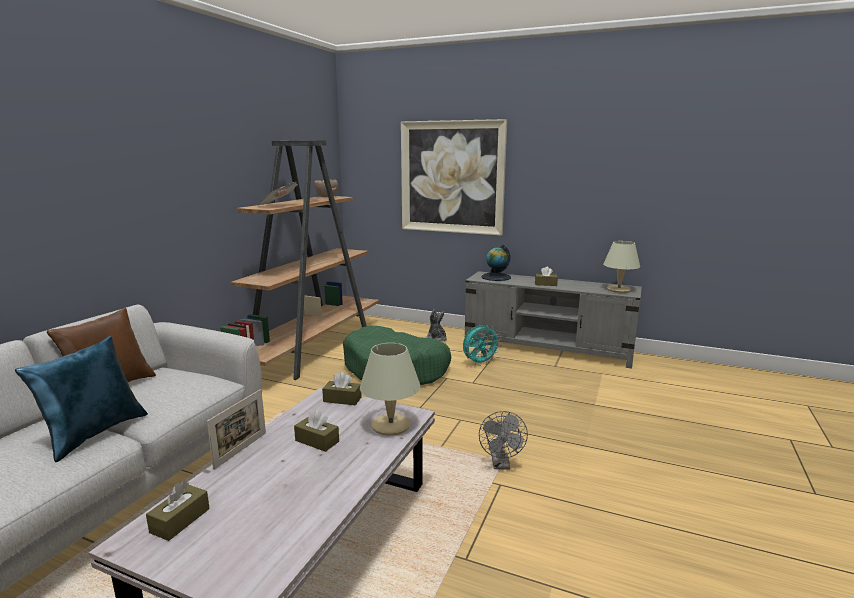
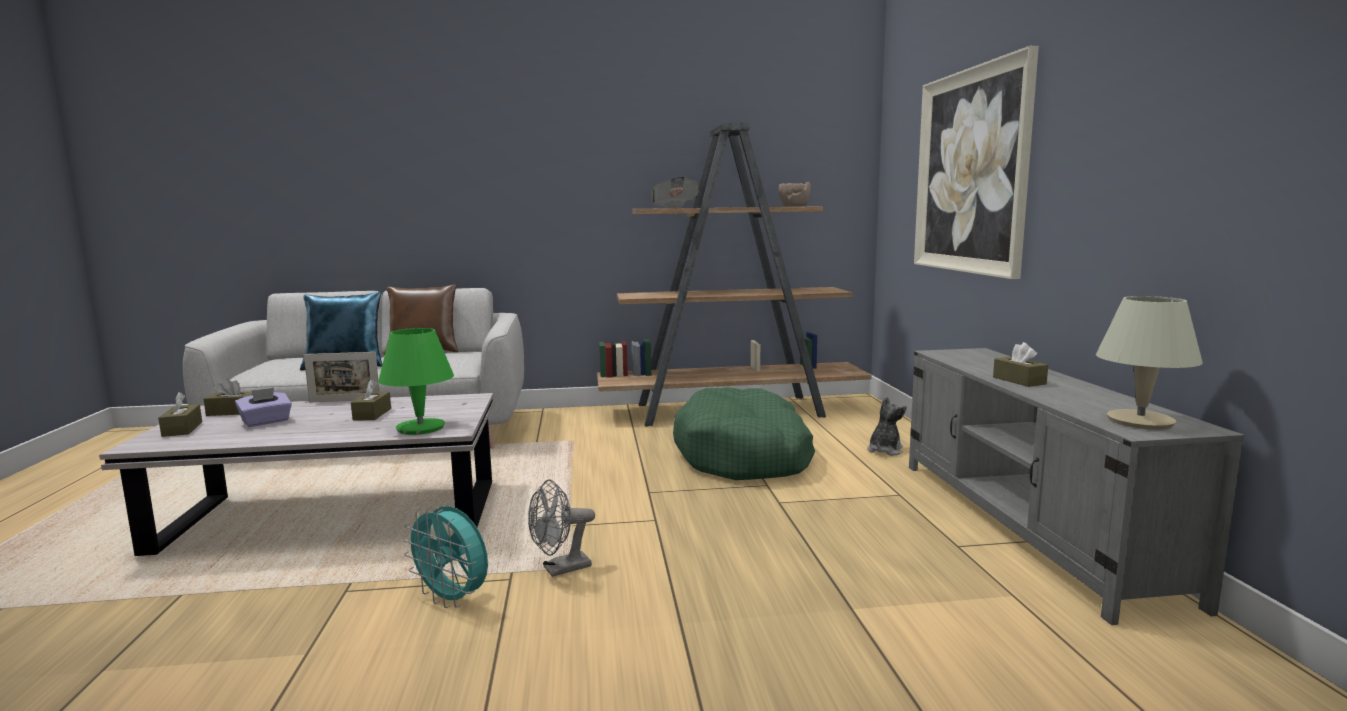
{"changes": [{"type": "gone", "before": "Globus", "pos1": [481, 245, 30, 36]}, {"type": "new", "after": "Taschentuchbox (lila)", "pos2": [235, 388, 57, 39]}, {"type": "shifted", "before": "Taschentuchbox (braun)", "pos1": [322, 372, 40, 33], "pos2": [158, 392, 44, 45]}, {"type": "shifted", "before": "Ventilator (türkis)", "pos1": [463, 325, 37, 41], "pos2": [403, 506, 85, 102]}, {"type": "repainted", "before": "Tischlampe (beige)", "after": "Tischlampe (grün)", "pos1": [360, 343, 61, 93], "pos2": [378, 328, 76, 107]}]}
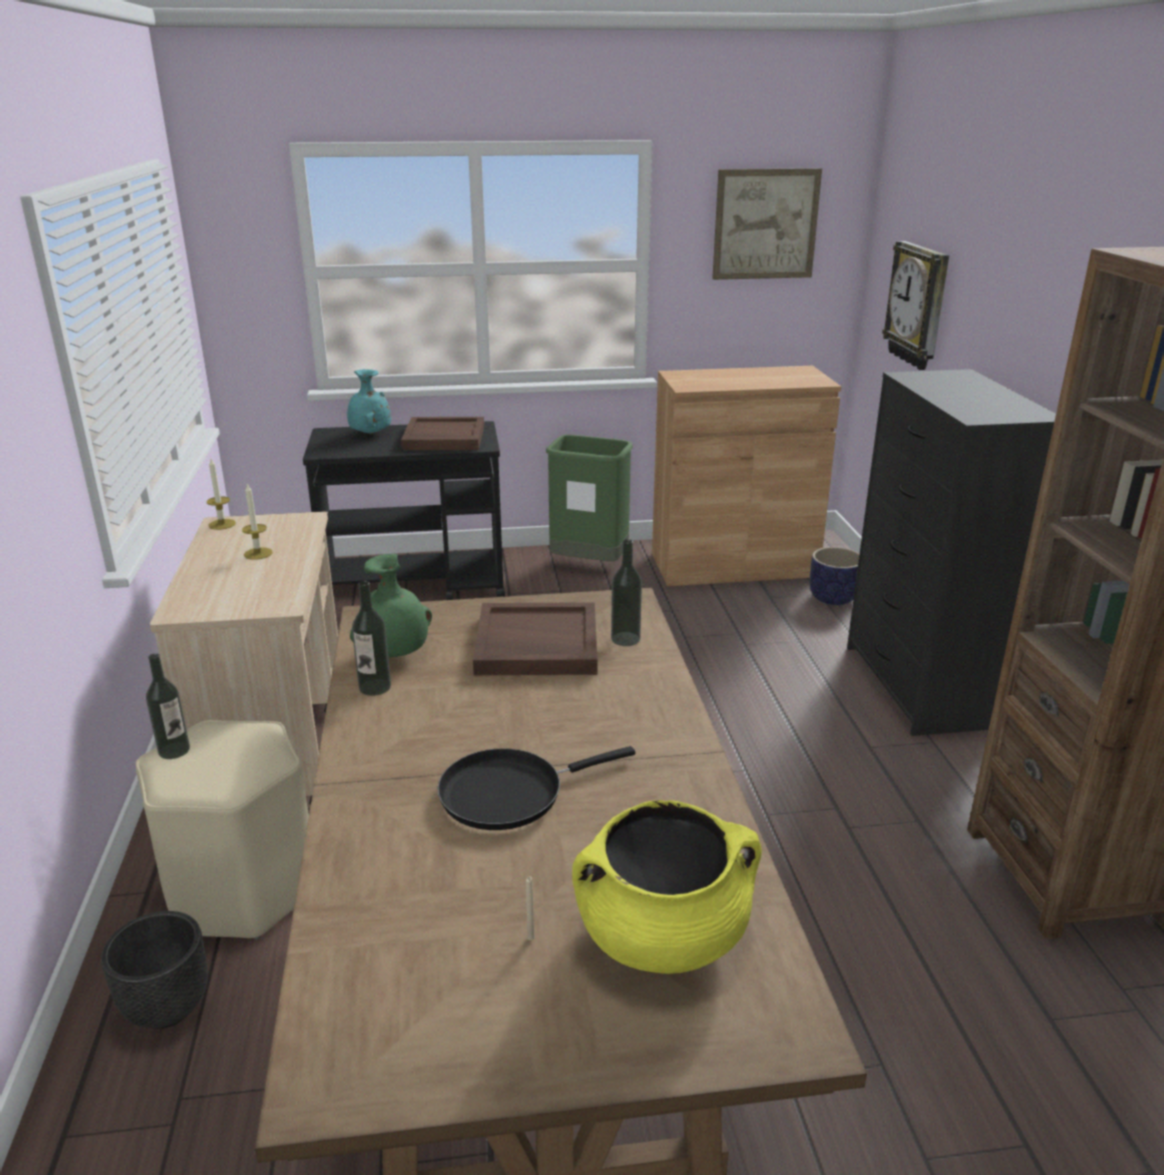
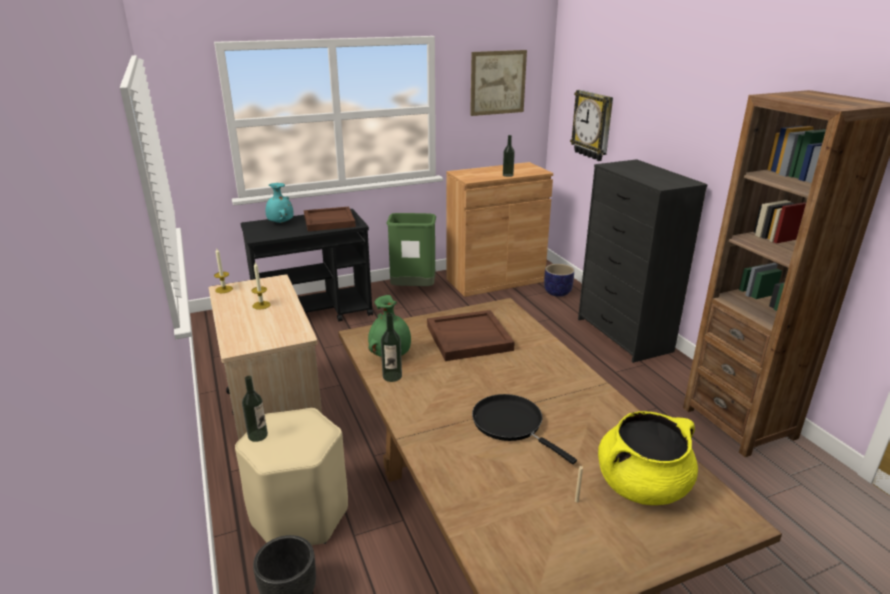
{"changes": [{"type": "shifted", "before": "Flasche", "pos1": [611, 539, 31, 107], "pos2": [503, 135, 12, 42]}, {"type": "rotated", "before": "Pfanne (schwarz)", "pos1": [437, 746, 199, 84], "pos2": [472, 394, 105, 70], "turn": 90}]}
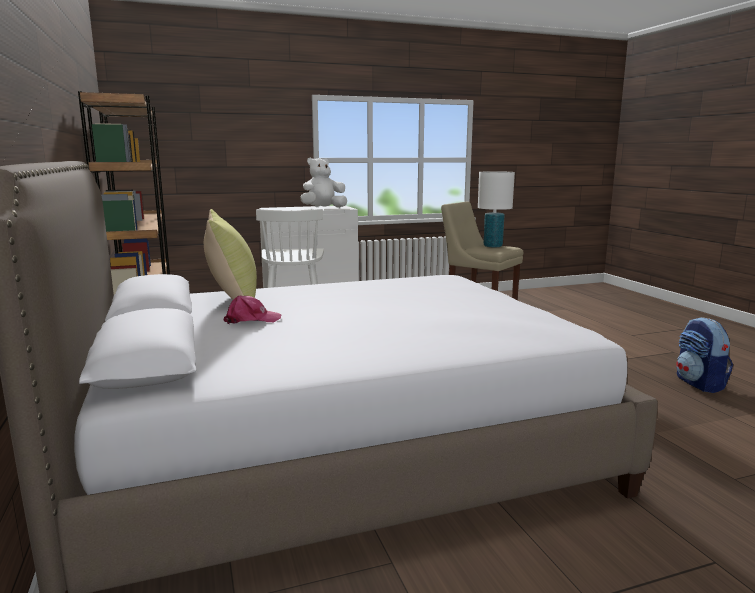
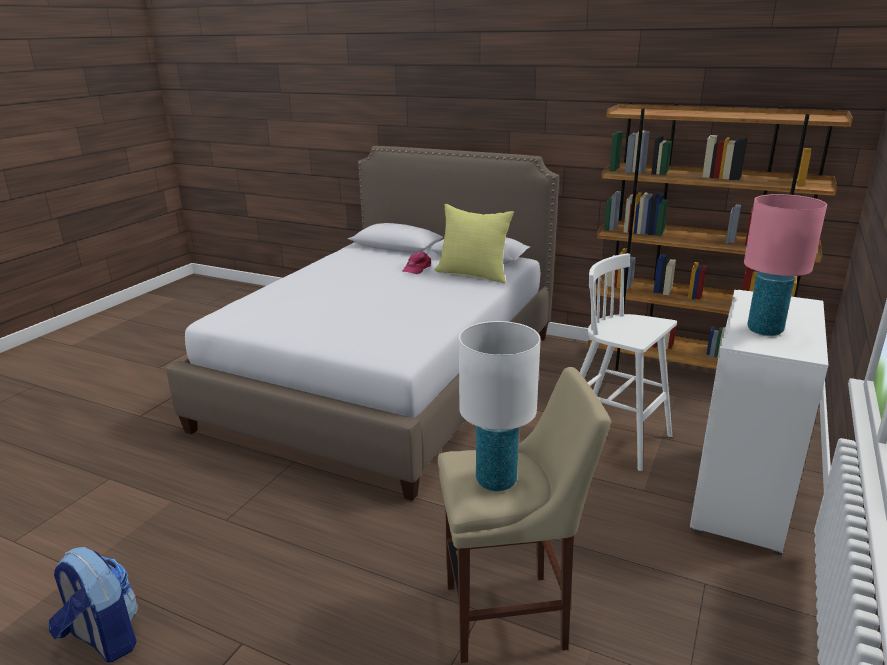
{"changes": [{"type": "swapped", "before": "Plüschtier (weiß)", "after": "Tischlampe (rosa)", "pos1": [300, 157, 47, 51], "pos2": [744, 194, 83, 142]}]}
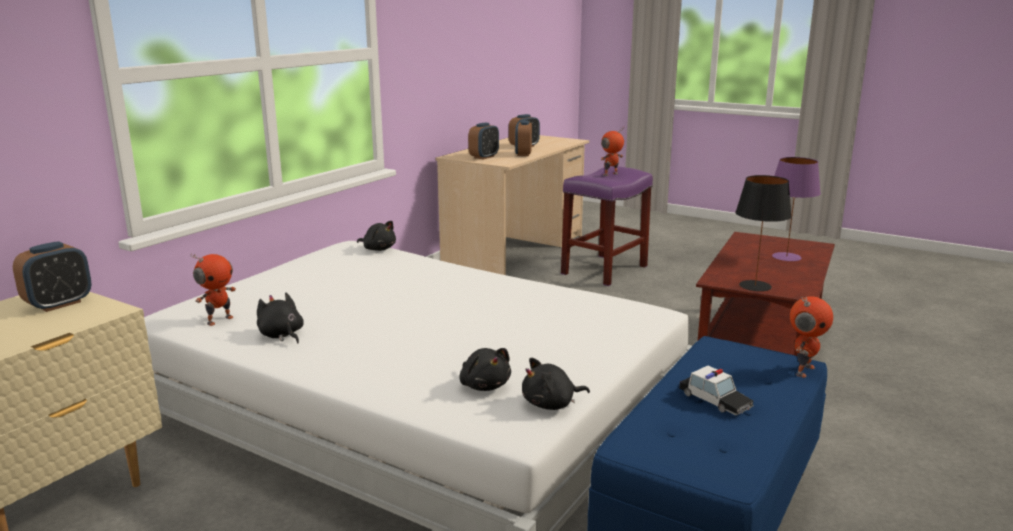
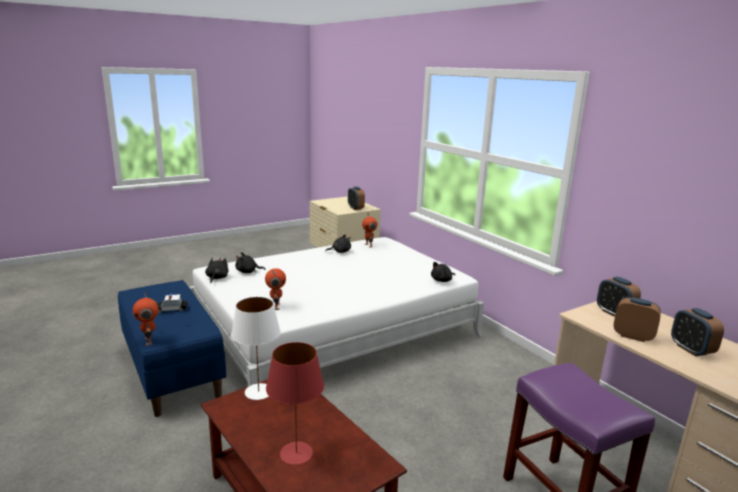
{"changes": [{"type": "shifted", "before": "Spielzeugroboter", "pos1": [601, 127, 23, 49], "pos2": [265, 268, 21, 42]}, {"type": "repainted", "before": "Tischlampe (schwarz)", "after": "Tischlampe (weiß)", "pos1": [735, 175, 57, 116], "pos2": [231, 297, 50, 103]}, {"type": "repainted", "before": "Tischlampe (lila)", "after": "Tischlampe (rot)", "pos1": [772, 157, 49, 104], "pos2": [266, 342, 58, 123]}]}
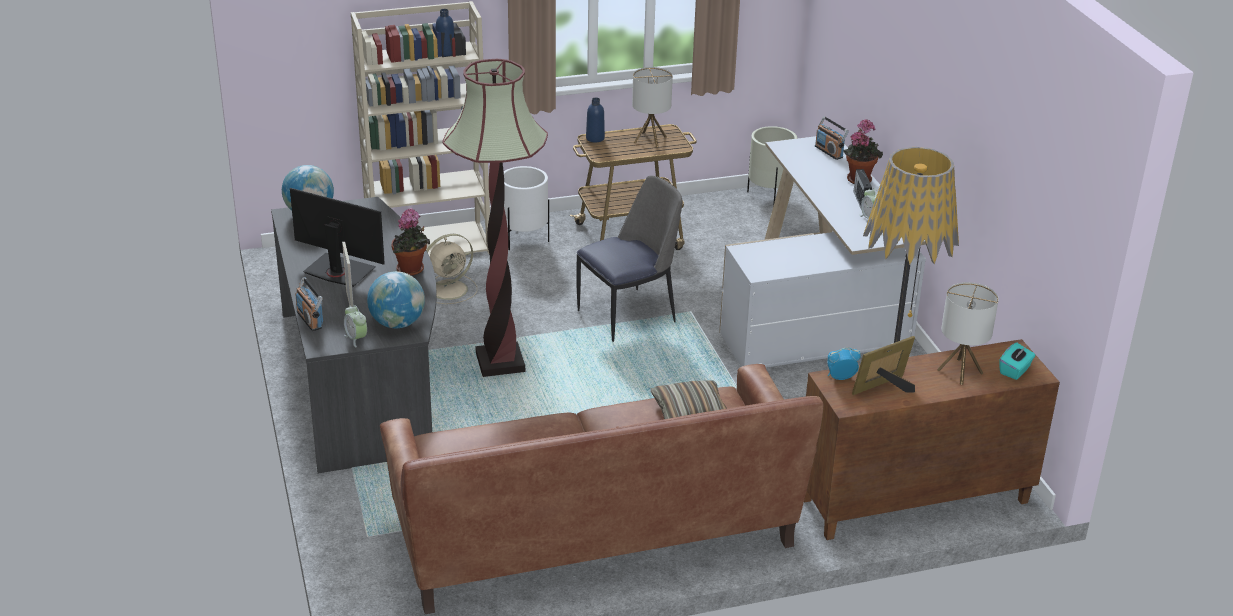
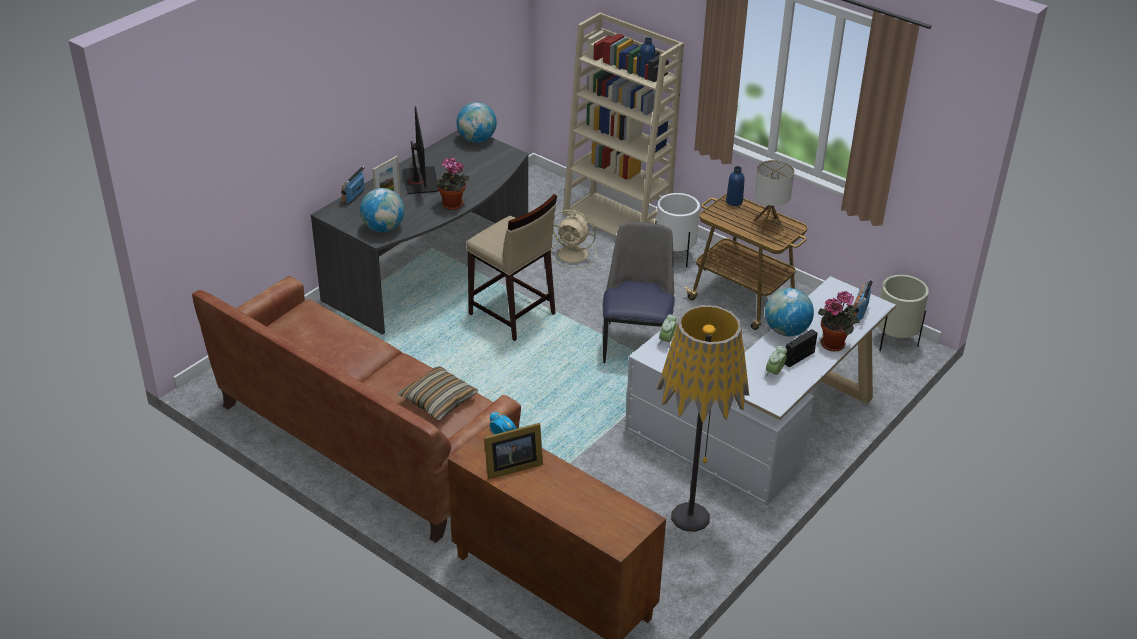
{"changes": [{"type": "gone", "before": "Tischlampe", "pos1": [937, 282, 62, 103]}, {"type": "gone", "before": "Taschentuchbox (türkis)", "pos1": [999, 343, 37, 37]}, {"type": "new", "after": "Globus", "pos2": [765, 288, 49, 48]}, {"type": "shifted", "before": "Wecker", "pos1": [344, 305, 23, 42], "pos2": [658, 314, 19, 32]}, {"type": "swapped", "before": "Stehlampe", "after": "Hocker (beige)", "pos1": [442, 59, 106, 318], "pos2": [466, 194, 91, 147]}, {"type": "rotated", "before": "Stuhl", "pos1": [576, 176, 107, 166], "pos2": [603, 222, 72, 141], "turn": -105}, {"type": "rotated", "before": "Bilderrahmen", "pos1": [852, 336, 63, 59], "pos2": [484, 423, 59, 56], "turn": 135}]}
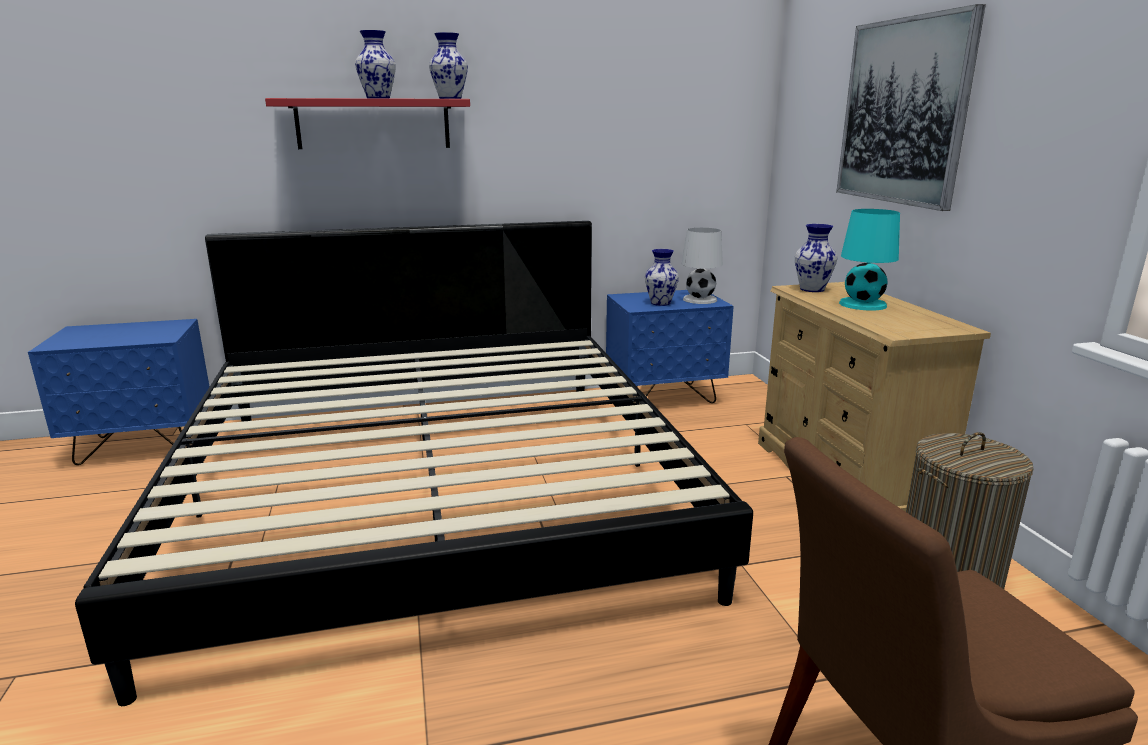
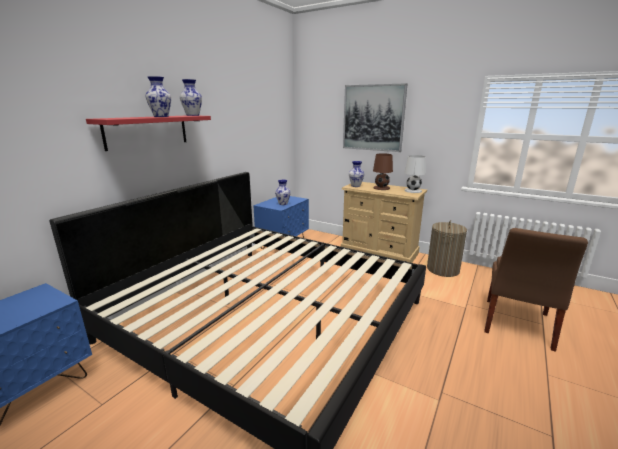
{"changes": [{"type": "shifted", "before": "Tischlampe (weiß)", "pos1": [682, 228, 41, 76], "pos2": [404, 155, 22, 38]}, {"type": "repainted", "before": "Tischlampe (türkis)", "after": "Tischlampe (braun)", "pos1": [839, 209, 61, 102], "pos2": [373, 154, 20, 36]}]}
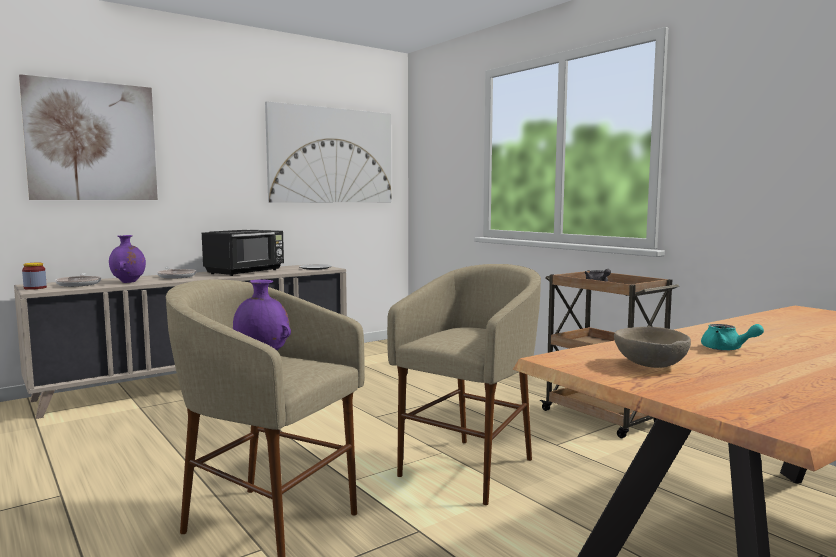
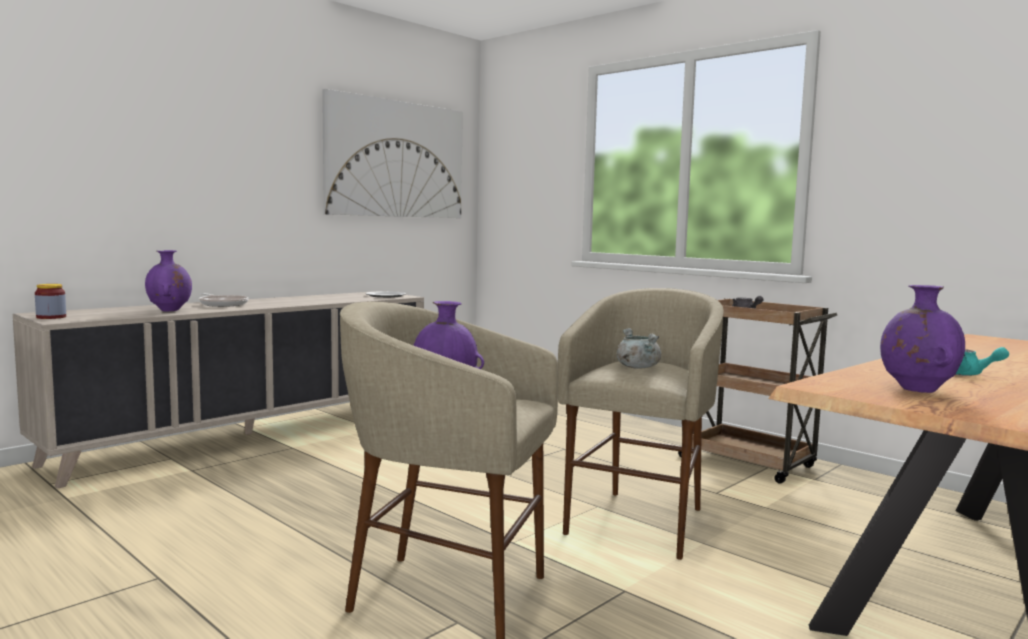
{"changes": [{"type": "gone", "before": "Bild", "pos1": [19, 74, 139, 126]}, {"type": "gone", "before": "Pfanne", "pos1": [55, 273, 46, 14]}, {"type": "gone", "before": "Mikrowelle (schwarz)", "pos1": [202, 230, 82, 46]}, {"type": "new", "after": "Kochtopf (grau)", "pos2": [617, 328, 44, 41]}, {"type": "swapped", "before": "Schüssel (beige)", "after": "Vase (lila)", "pos1": [614, 327, 77, 41], "pos2": [880, 285, 85, 108]}]}
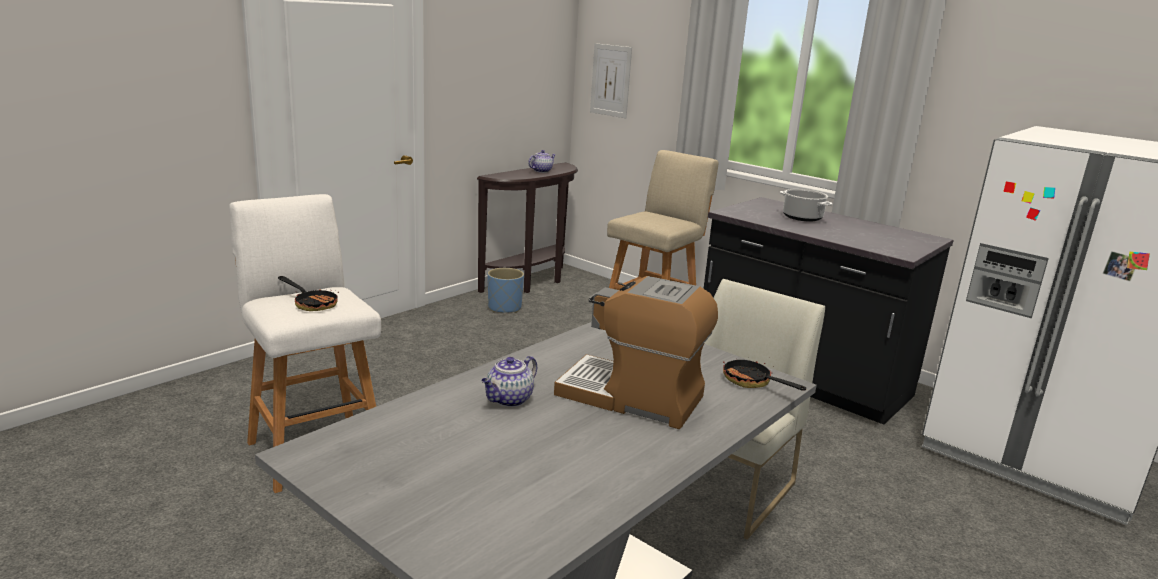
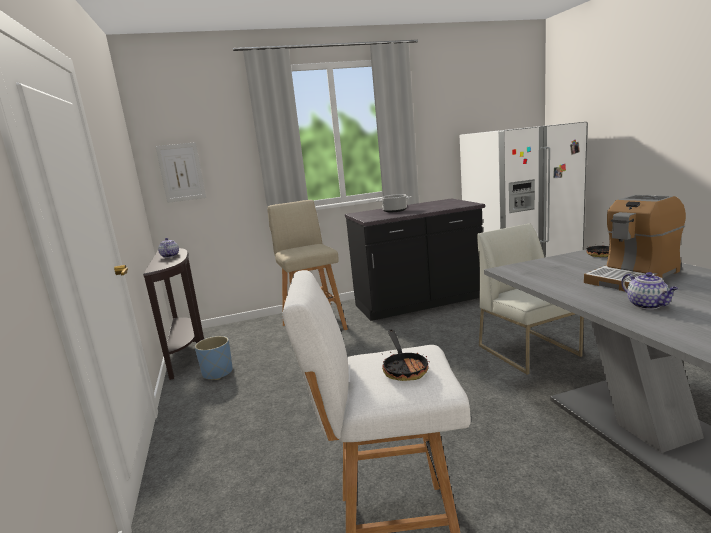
{"changes": [{"type": "rotated", "before": "Pfanne", "pos1": [278, 276, 61, 35], "pos2": [382, 329, 48, 52], "turn": 105}]}
